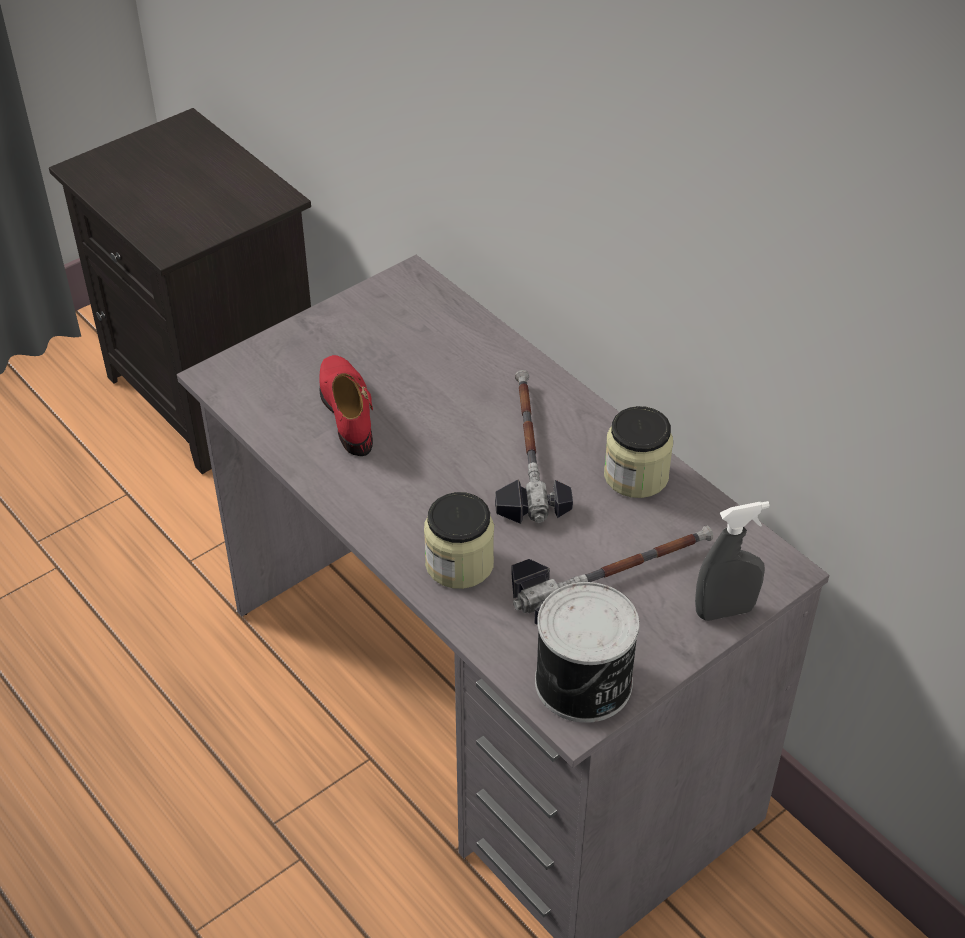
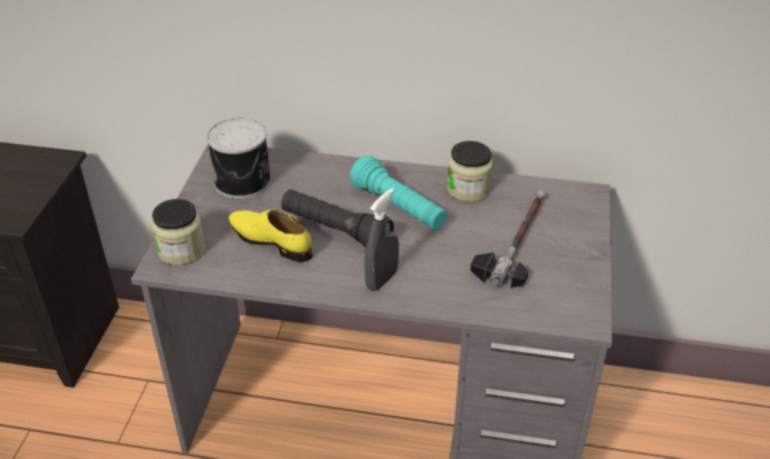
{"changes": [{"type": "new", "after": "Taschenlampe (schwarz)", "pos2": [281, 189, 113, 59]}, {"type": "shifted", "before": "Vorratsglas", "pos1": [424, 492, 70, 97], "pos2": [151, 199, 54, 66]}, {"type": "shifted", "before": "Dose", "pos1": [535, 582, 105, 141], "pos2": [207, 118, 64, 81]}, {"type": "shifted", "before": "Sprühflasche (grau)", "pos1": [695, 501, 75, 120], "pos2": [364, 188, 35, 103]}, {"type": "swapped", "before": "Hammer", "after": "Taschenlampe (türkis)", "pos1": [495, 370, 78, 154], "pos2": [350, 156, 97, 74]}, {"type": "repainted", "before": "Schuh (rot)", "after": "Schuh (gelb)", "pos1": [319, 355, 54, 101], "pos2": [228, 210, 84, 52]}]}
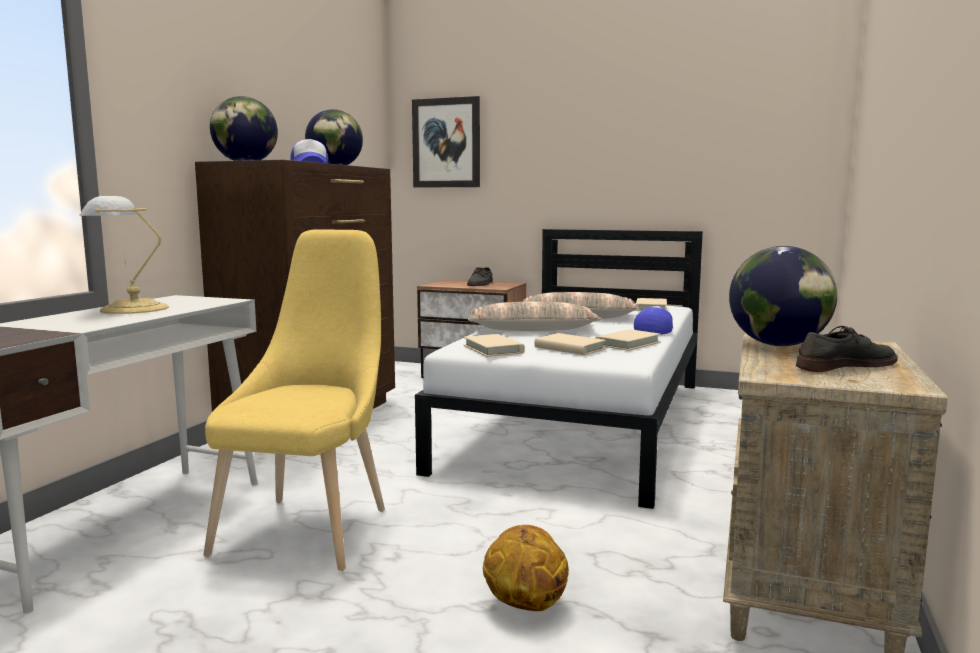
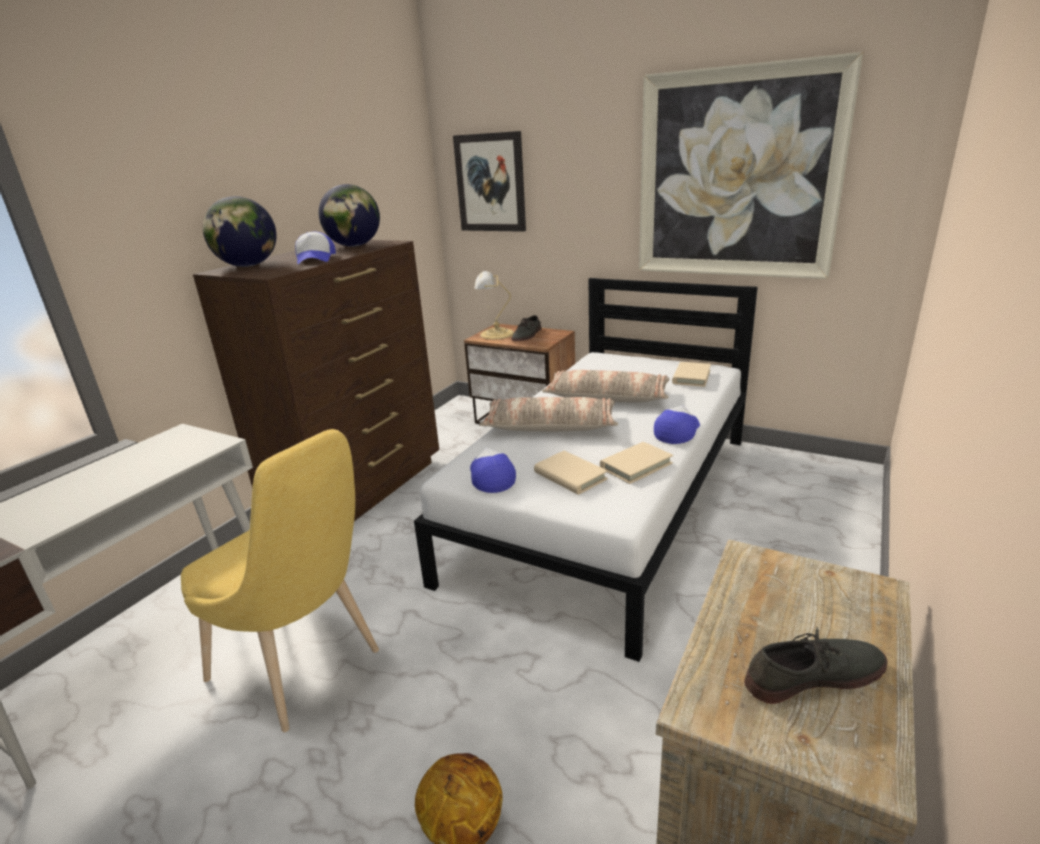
{"changes": [{"type": "gone", "before": "Globus", "pos1": [729, 246, 108, 100]}, {"type": "new", "after": "Bild", "pos2": [639, 52, 224, 227]}, {"type": "shifted", "before": "Tischlampe", "pos1": [79, 196, 90, 118], "pos2": [475, 271, 39, 68]}, {"type": "swapped", "before": "Buch (beige)", "after": "Kappe", "pos1": [463, 334, 62, 23], "pos2": [470, 448, 46, 45]}, {"type": "rotated", "before": "Stuhl (gelb)", "pos1": [203, 229, 182, 342], "pos2": [181, 429, 198, 303], "turn": 105}]}
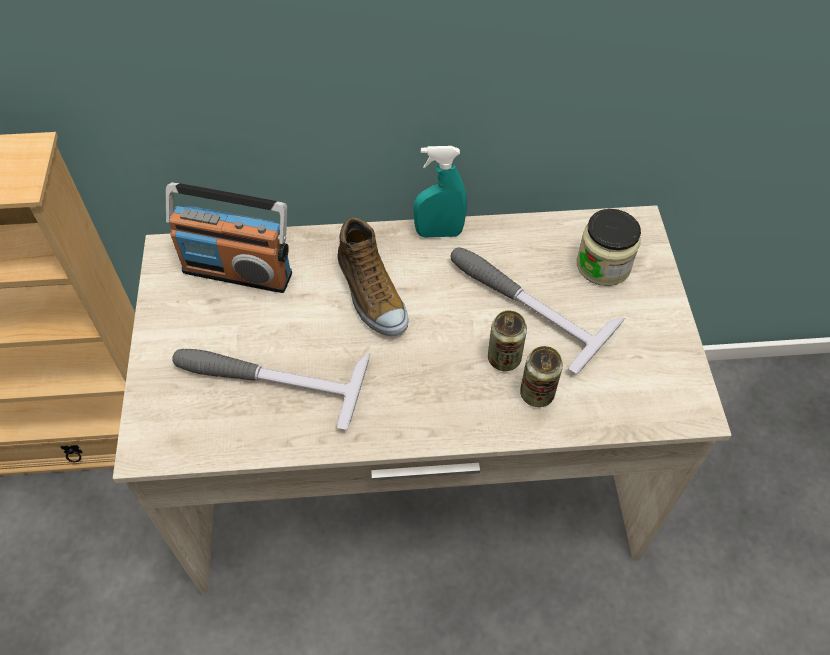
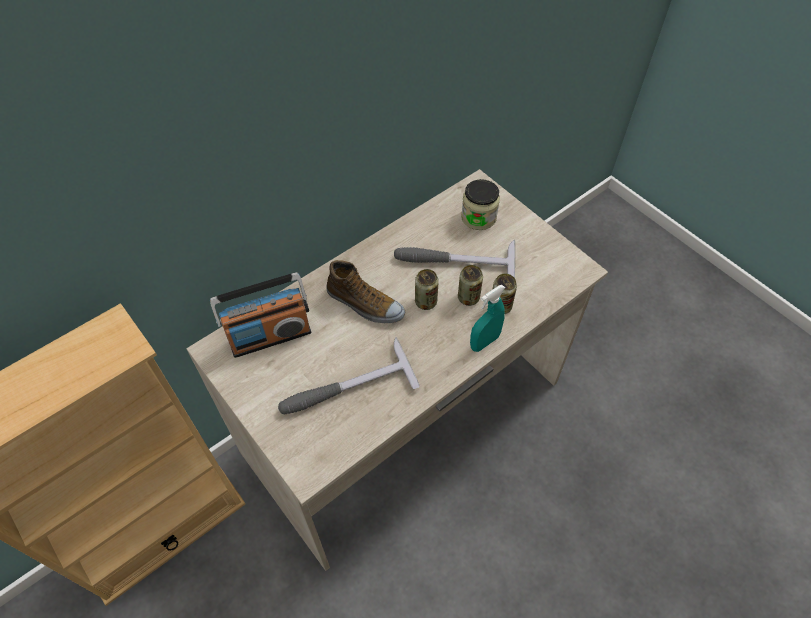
{"changes": [{"type": "new", "after": "Dose", "pos2": [415, 269, 24, 41]}, {"type": "shifted", "before": "Sprühflasche (türkis)", "pos1": [413, 146, 54, 92], "pos2": [470, 285, 35, 67]}]}
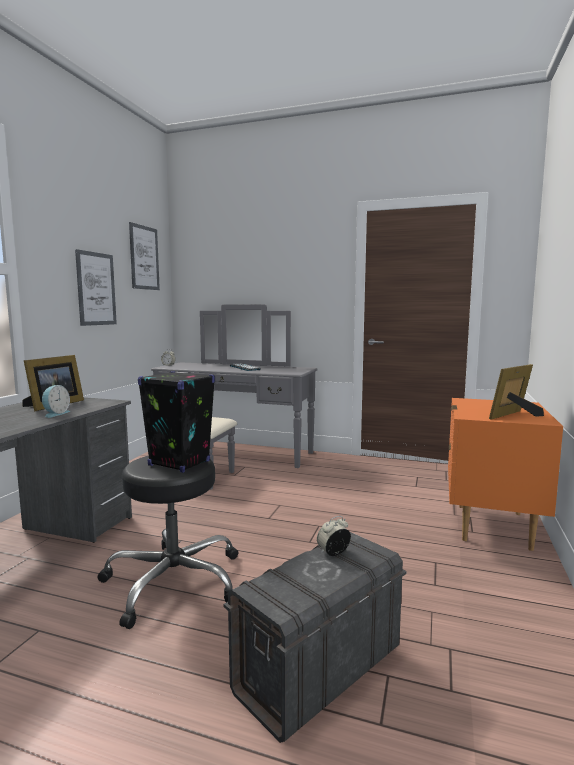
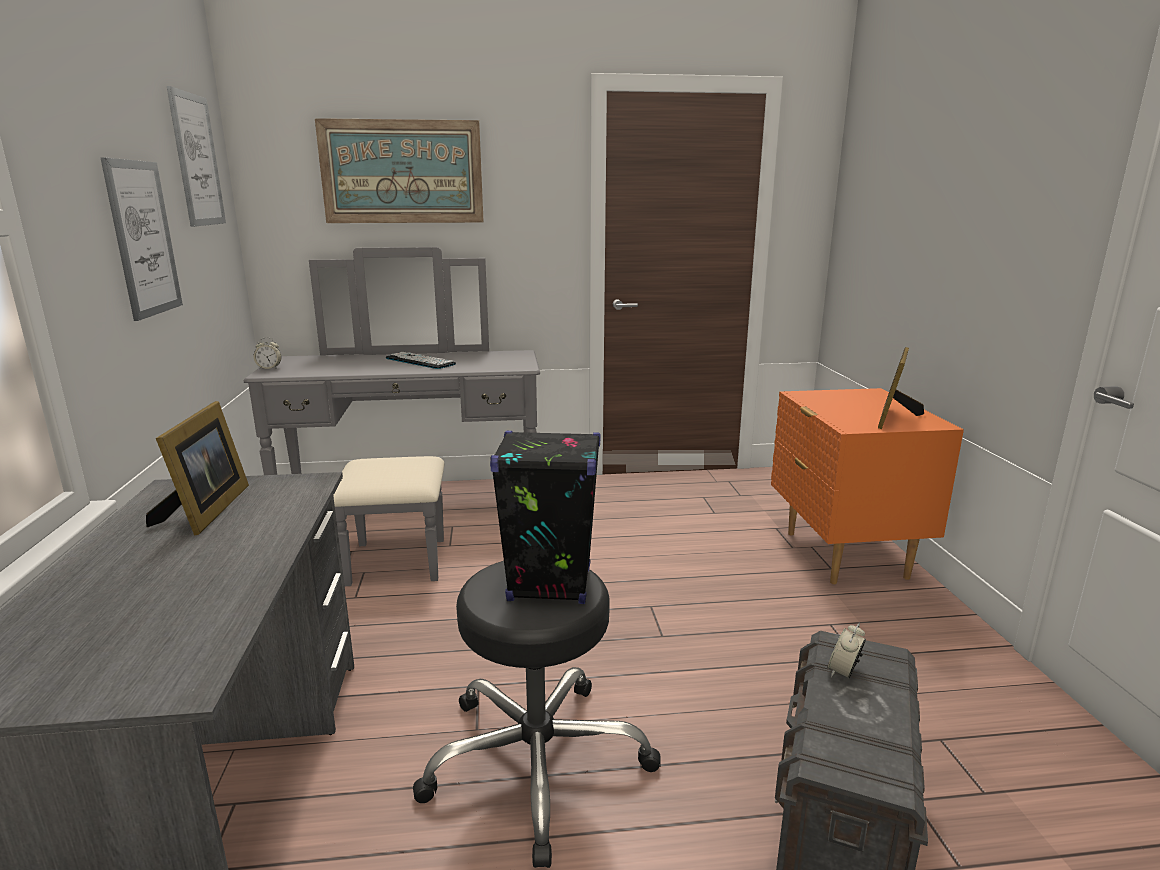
{"changes": [{"type": "gone", "before": "Wecker", "pos1": [42, 385, 28, 33]}, {"type": "new", "after": "Bild", "pos2": [315, 118, 169, 105]}]}
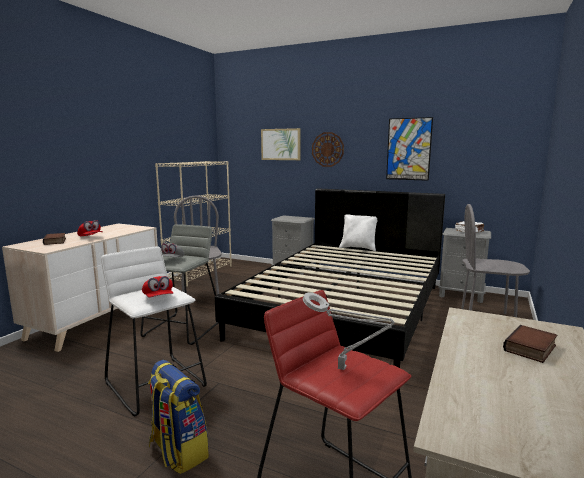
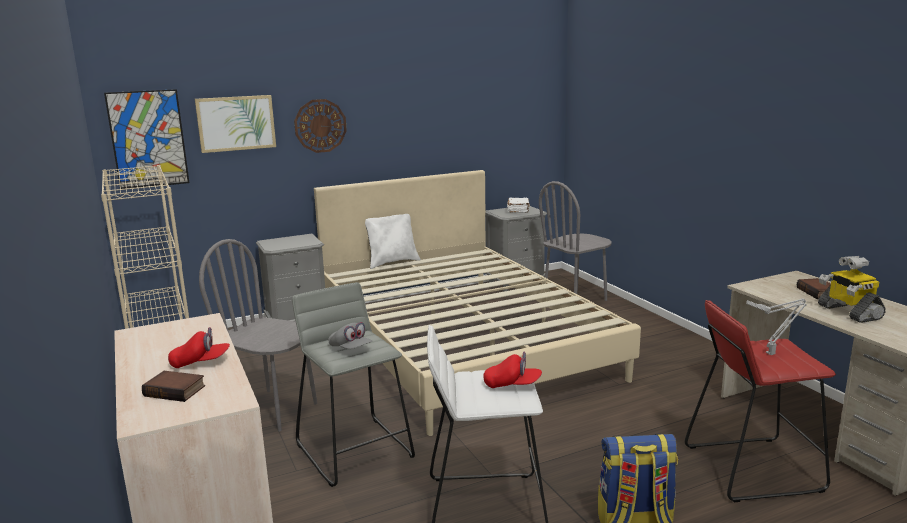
{"changes": [{"type": "new", "after": "Spielzeugroboter", "pos2": [818, 256, 68, 67]}, {"type": "shifted", "before": "Bild", "pos1": [386, 117, 47, 64], "pos2": [104, 89, 86, 100]}, {"type": "repainted", "before": "Bett (schwarz)", "after": "Bett (beige)", "pos1": [215, 188, 230, 180], "pos2": [314, 170, 327, 266]}]}
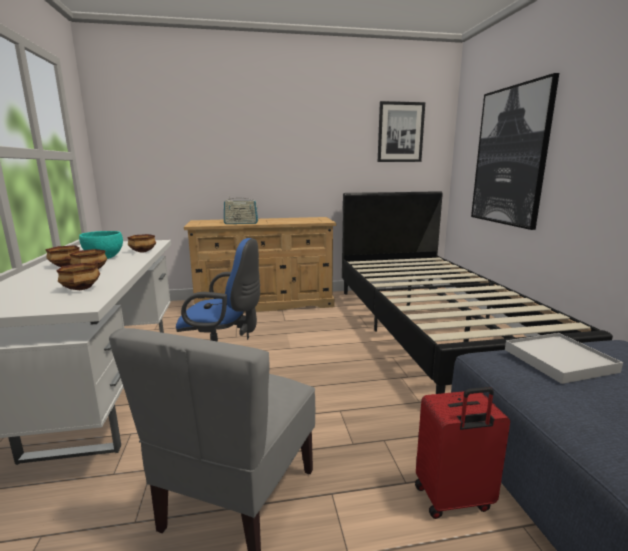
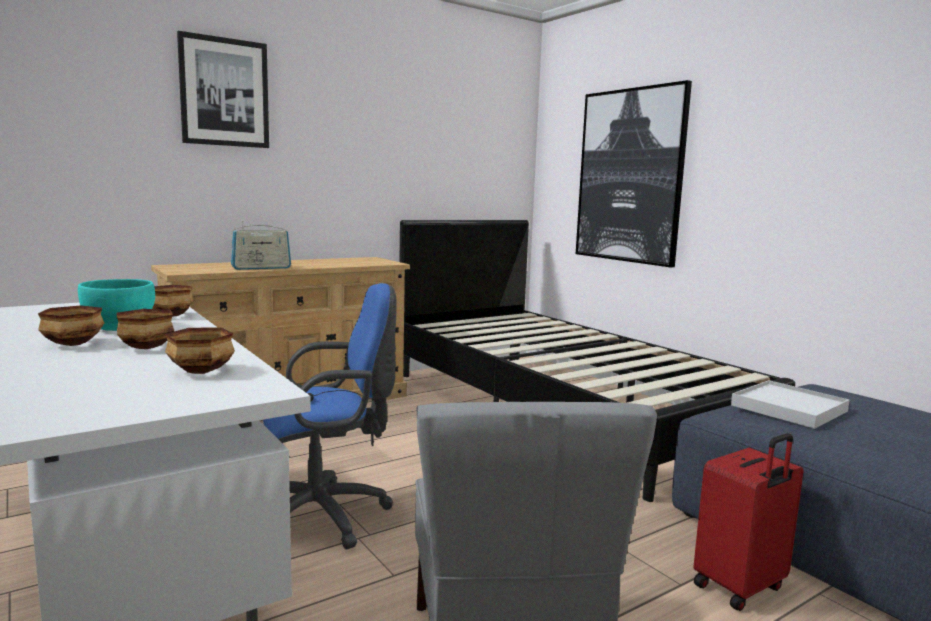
{"changes": [{"type": "shifted", "before": "Bild", "pos1": [378, 101, 47, 61], "pos2": [177, 31, 92, 117]}]}
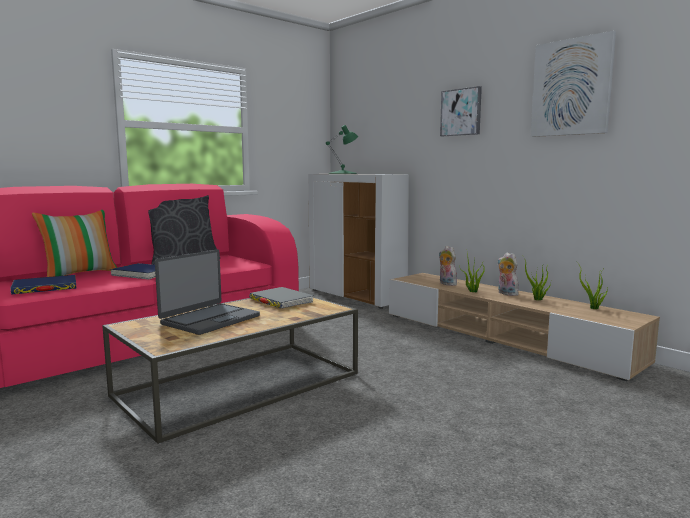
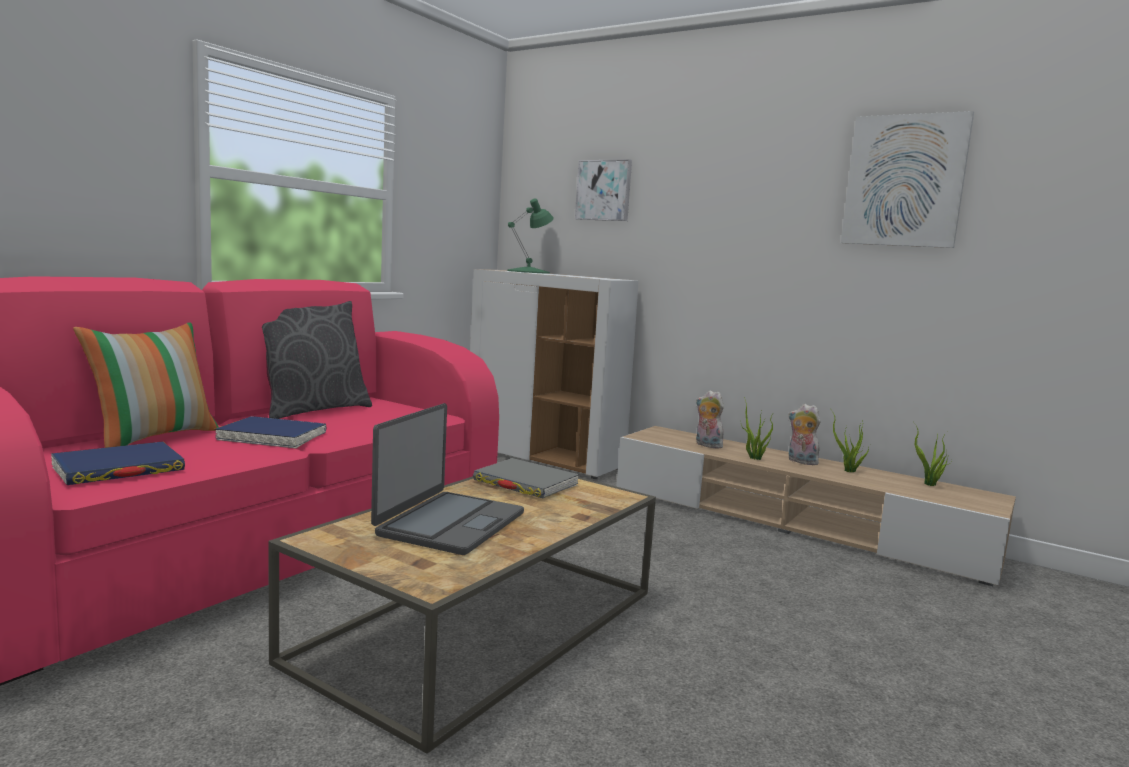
{"changes": [{"type": "shifted", "before": "Bild", "pos1": [440, 86, 42, 50], "pos2": [575, 159, 57, 62]}]}
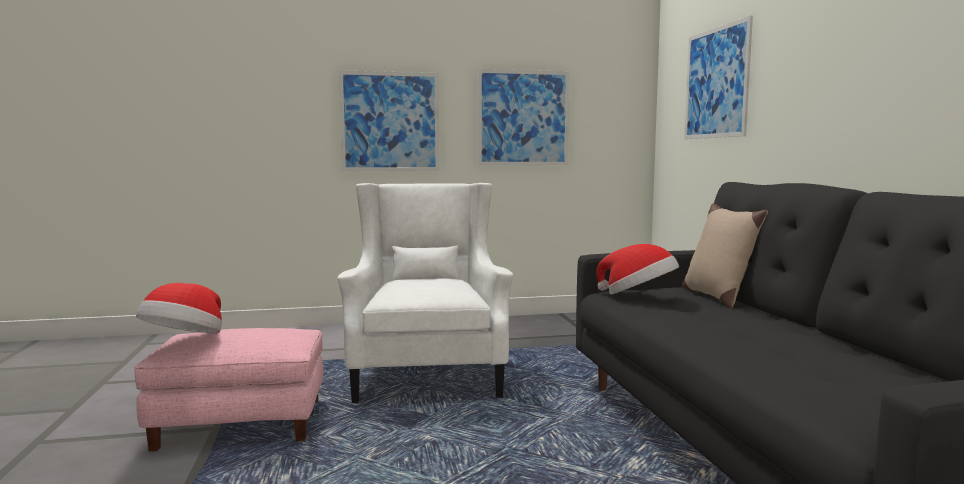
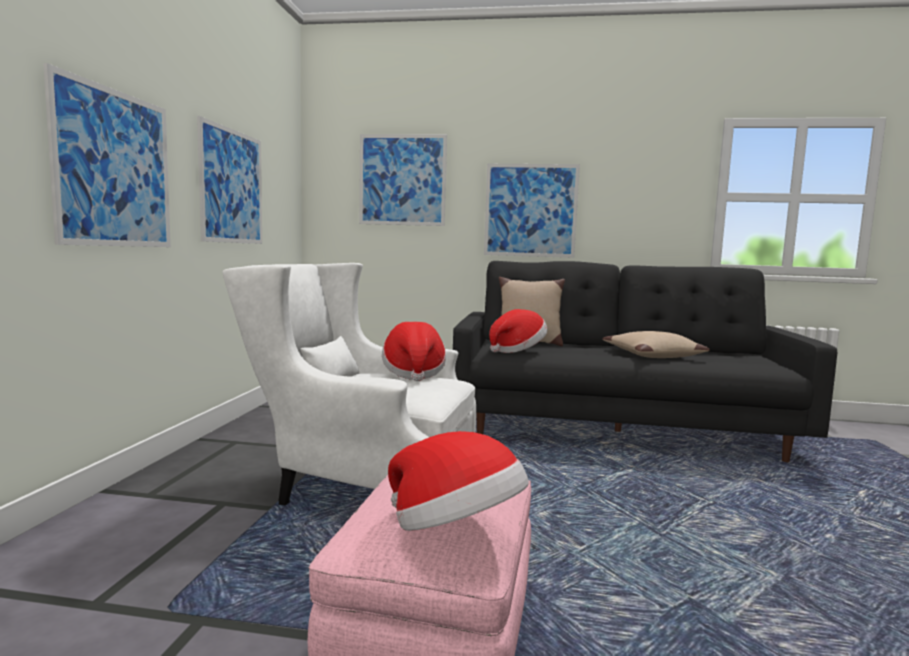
{"changes": [{"type": "new", "after": "Hut", "pos2": [382, 322, 64, 59]}, {"type": "new", "after": "Bild", "pos2": [484, 164, 96, 94]}, {"type": "new", "after": "Kissen (beige)", "pos2": [602, 331, 108, 27]}]}
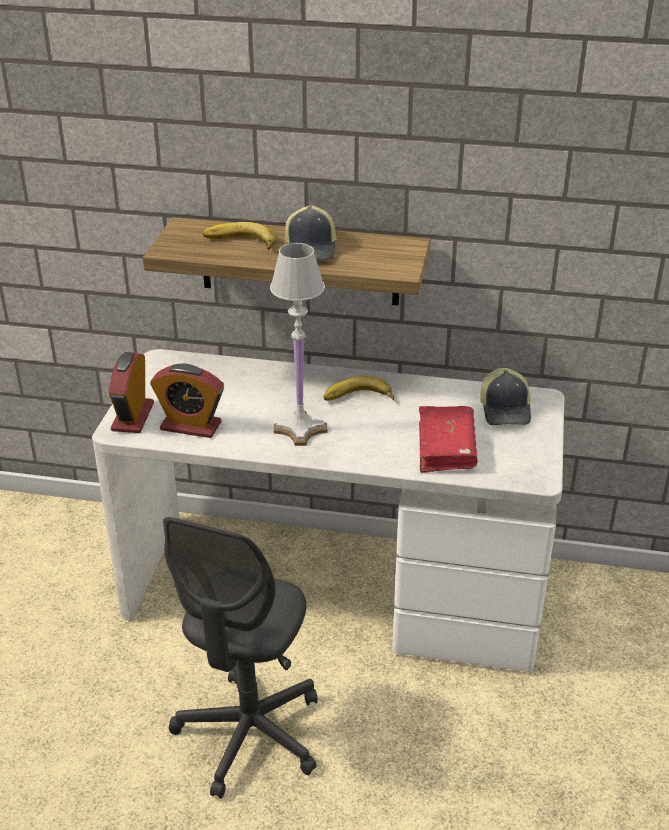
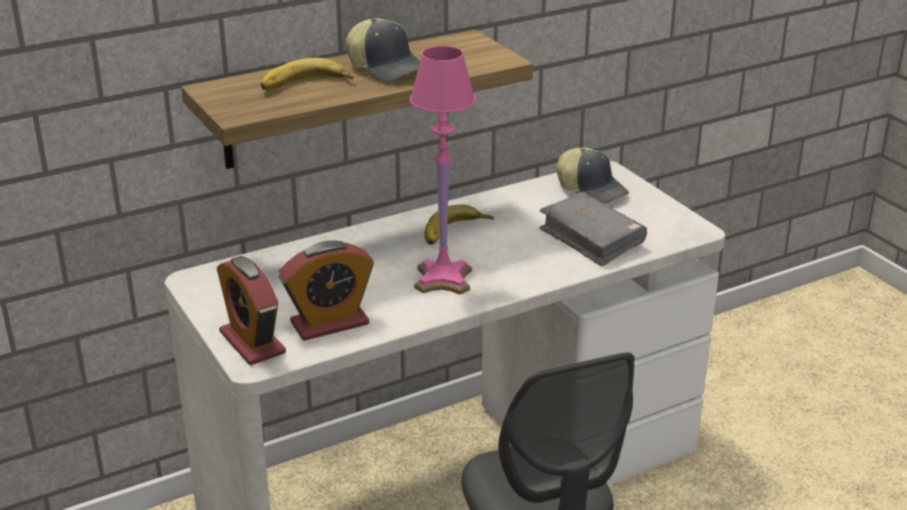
{"changes": [{"type": "repainted", "before": "Tischlampe (weiß)", "after": "Tischlampe (rosa)", "pos1": [270, 243, 57, 203], "pos2": [410, 46, 65, 249]}, {"type": "repainted", "before": "Buch (rot)", "after": "Buch (grau)", "pos1": [419, 406, 58, 67], "pos2": [539, 192, 108, 74]}]}
